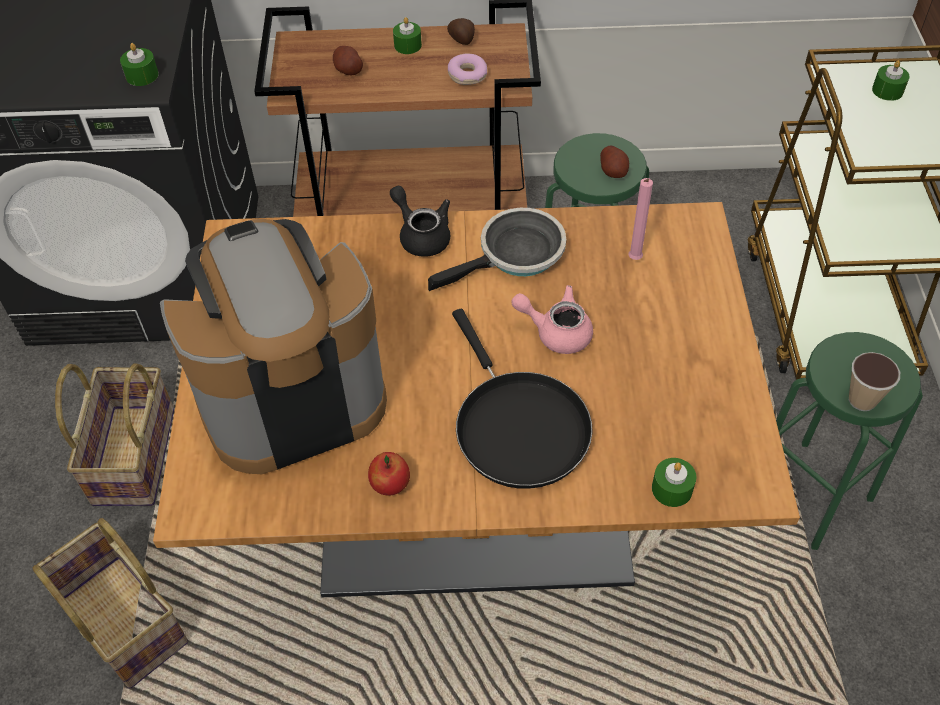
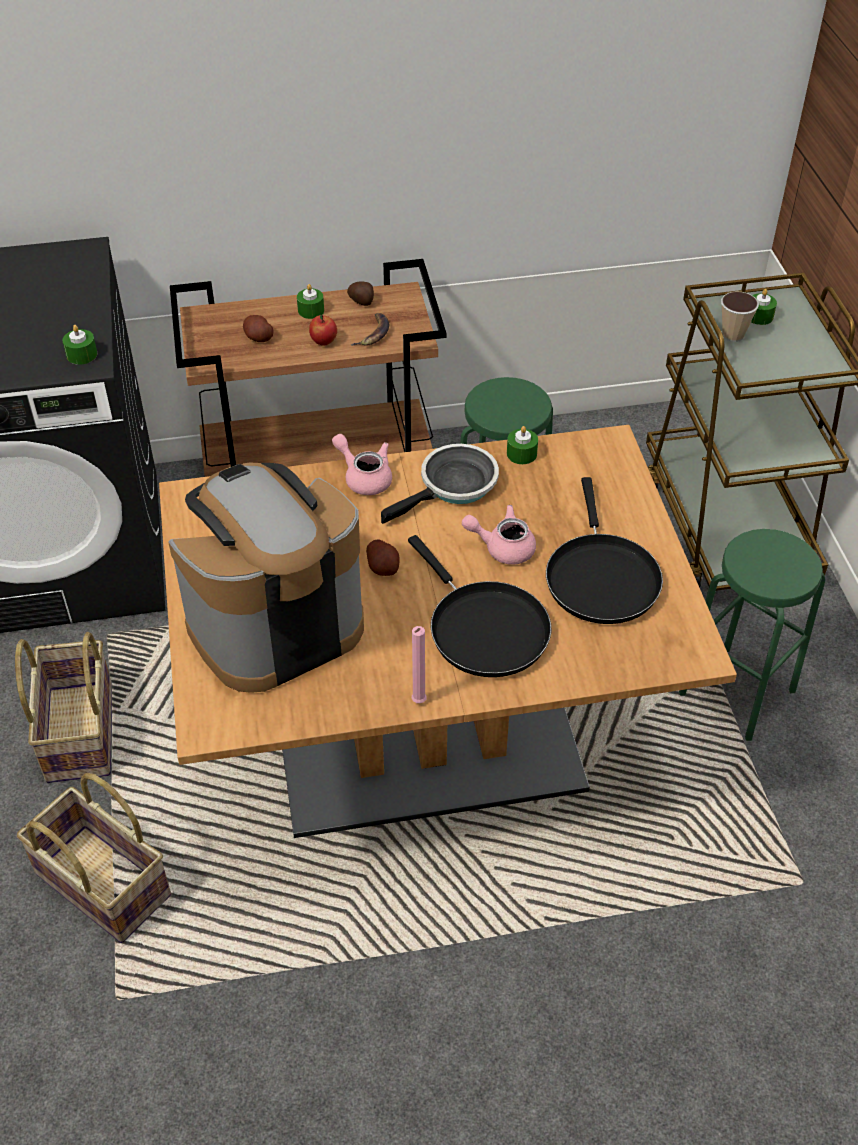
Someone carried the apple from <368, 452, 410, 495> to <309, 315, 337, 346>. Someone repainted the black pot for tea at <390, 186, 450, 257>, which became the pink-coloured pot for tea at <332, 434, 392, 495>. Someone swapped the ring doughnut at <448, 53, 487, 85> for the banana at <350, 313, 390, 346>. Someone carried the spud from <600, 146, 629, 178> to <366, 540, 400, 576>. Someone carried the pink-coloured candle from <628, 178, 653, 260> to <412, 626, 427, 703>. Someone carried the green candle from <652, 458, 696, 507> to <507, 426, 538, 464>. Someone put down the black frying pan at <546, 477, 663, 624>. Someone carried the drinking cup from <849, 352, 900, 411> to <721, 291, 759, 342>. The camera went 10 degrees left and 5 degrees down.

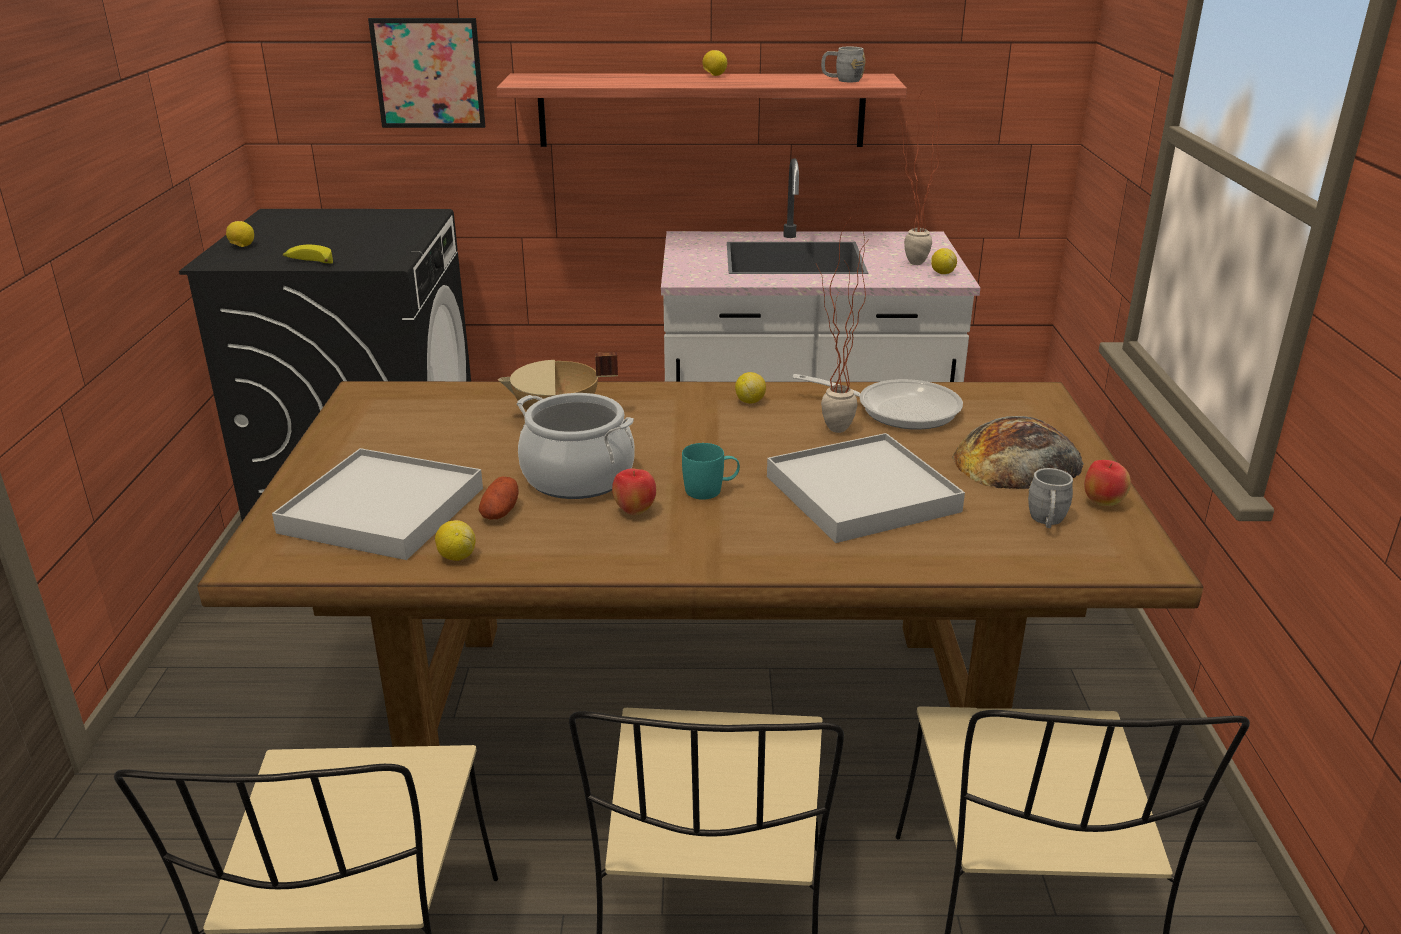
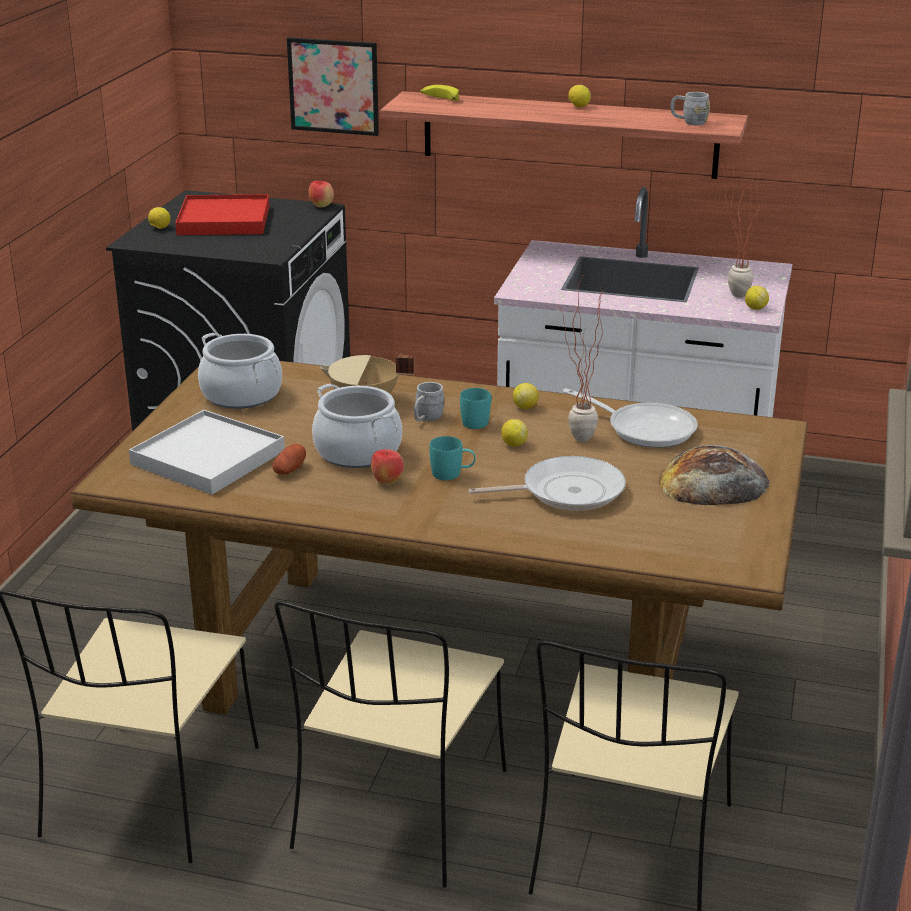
Someone put down the red-coloured tray at <175, 194, 270, 235>. Someone put down the cooking pot at <198, 333, 282, 409>. Someone carried the apple from <1084, 460, 1131, 506> to <309, 181, 334, 207>. Someone carried the greyish mug from <1028, 468, 1073, 528> to <414, 382, 445, 422>. Someone carried the banana from <283, 245, 333, 264> to <420, 85, 459, 101>. Someone put down the blue-green mug at <460, 388, 492, 429>. Someone swapped the white-coloured tray at <767, 433, 965, 543> for the frying pan at <469, 456, 626, 511>. Someone carried the citrus fruit from <435, 520, 476, 561> to <501, 419, 528, 447>. The camera went 15 degrees right and 0 degrees up.

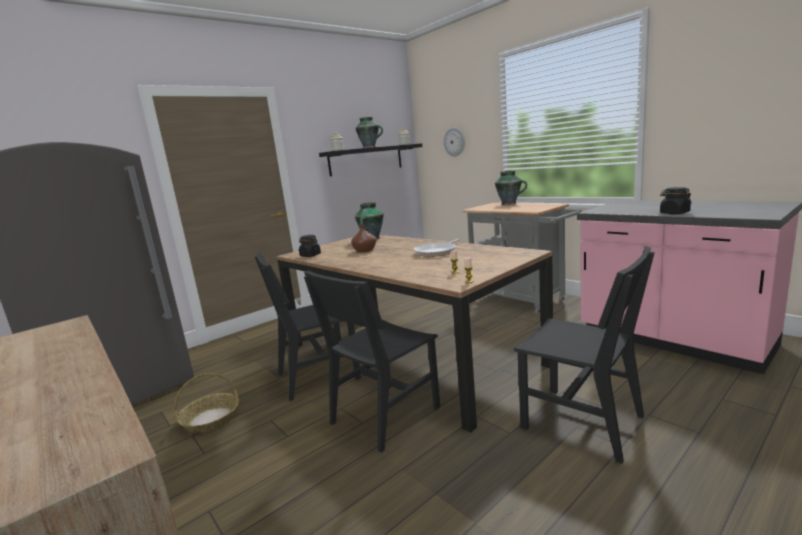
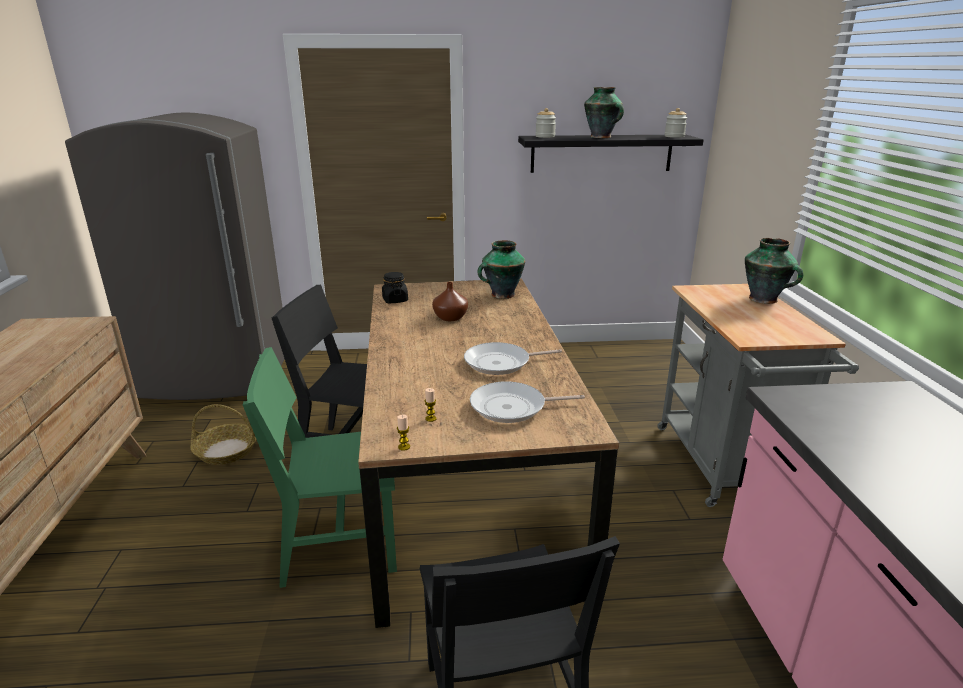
Someone repainted the black plain chair at <304, 271, 440, 453>, which became the green plain chair at <242, 347, 397, 588>. Someone put down the frying pan at <470, 381, 585, 423>. Someone took away the clock on the wall at <444, 128, 465, 157>. Someone took away the black jar at <660, 187, 691, 214>. The camera went 35 degrees right and 10 degrees up.

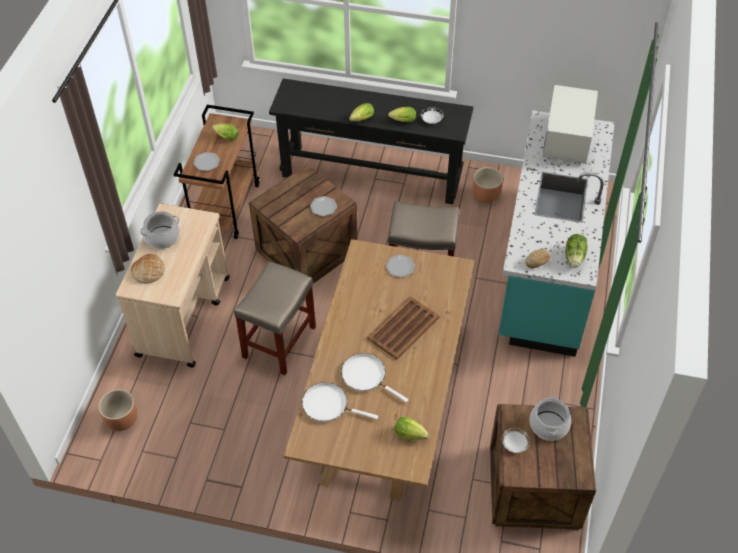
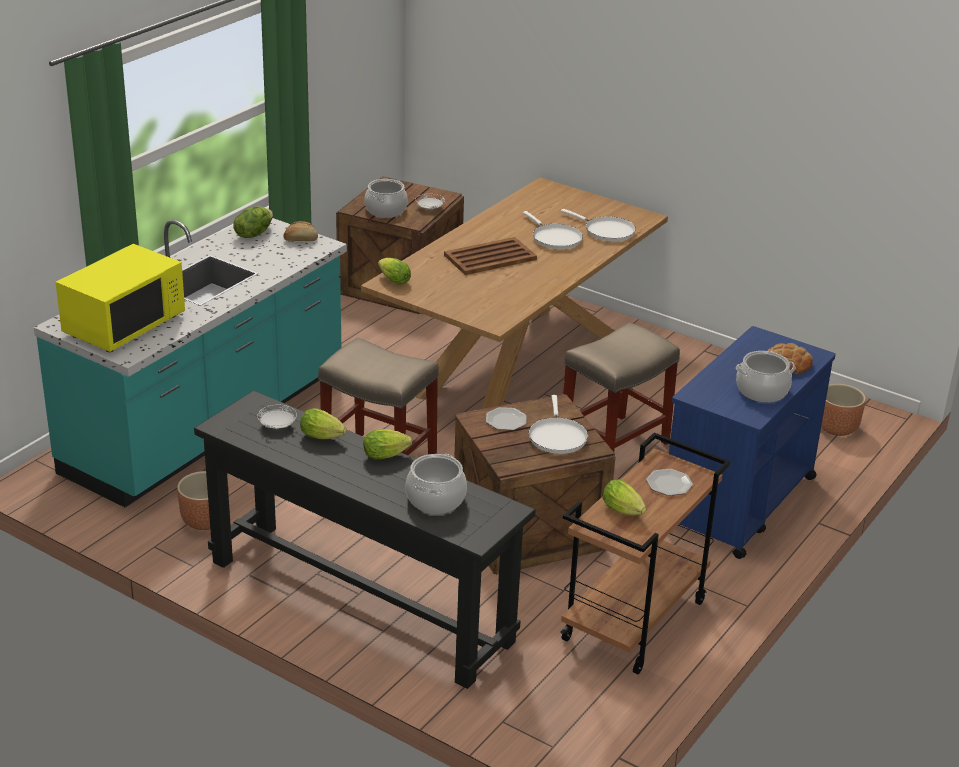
Someone repainted the white-coloured kitchen microwave at <542, 85, 598, 164>, which became the yellow-coloured kitchen microwave at <55, 244, 185, 352>. Someone carried the head of lettuce from <395, 417, 429, 440> to <378, 258, 411, 285>. Someone put down the cooking pot at <405, 454, 467, 514>. Someone put down the white-coloured frying pan at <528, 395, 588, 454>. Someone repainted the sand-coloured cart at <116, 203, 230, 368>, which became the bluish cart at <669, 326, 836, 559>. Someone took away the dinner plate at <386, 255, 415, 278>. The camera went 160 degrees left and 20 degrees down.

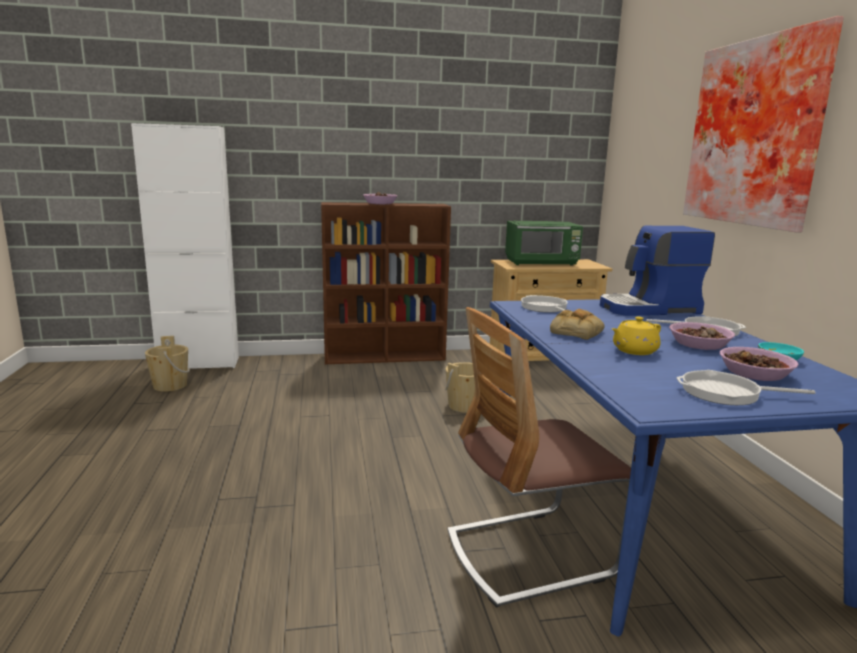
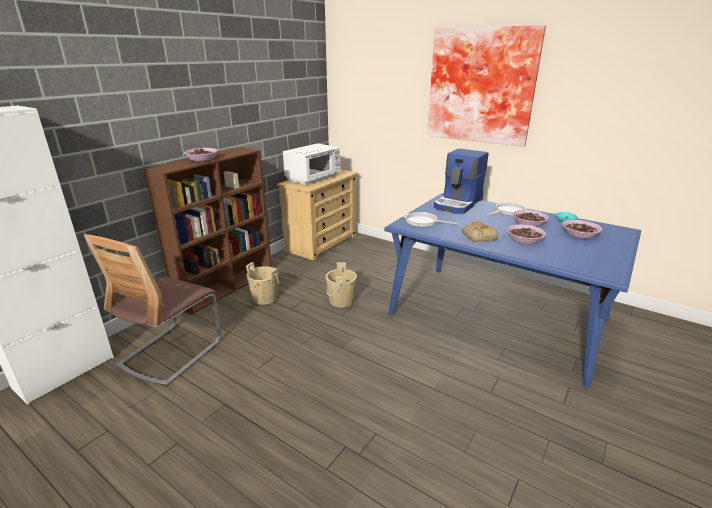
Someone carried the plain chair from <447, 307, 631, 608> to <84, 234, 221, 386>. Someone carried the sand-coloured water bucket from <145, 336, 190, 392> to <246, 262, 279, 305>. Someone repainted the green kitchen microwave at <505, 221, 583, 266>, which became the white-coloured kitchen microwave at <283, 143, 340, 185>. Someone swapped the yellow-coloured pot for tea at <612, 316, 661, 355> for the bowl at <507, 224, 546, 244>. Someone took away the frying pan at <677, 370, 815, 405>. The camera went 45 degrees left and 10 degrees up.

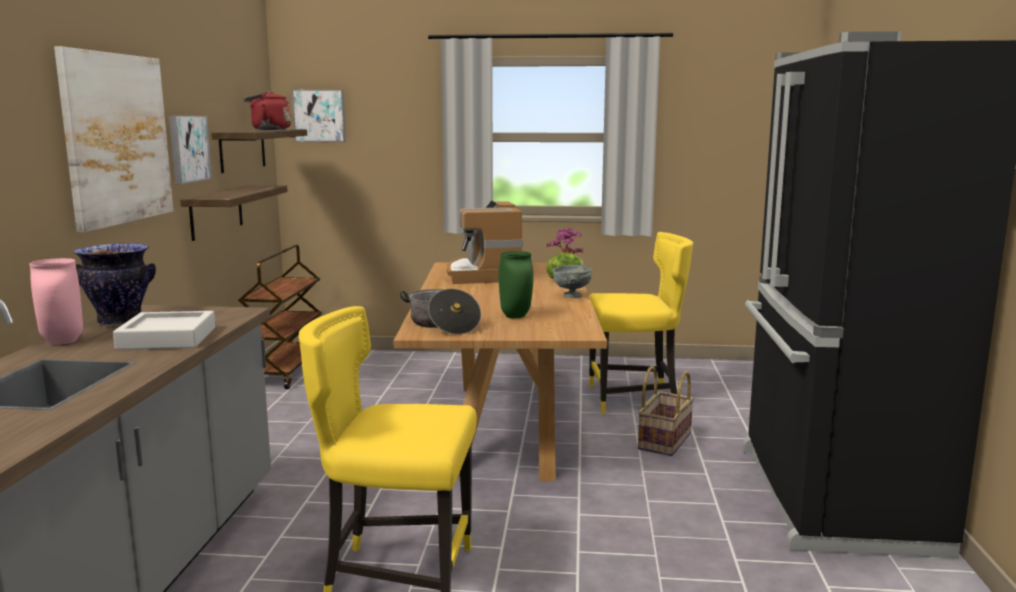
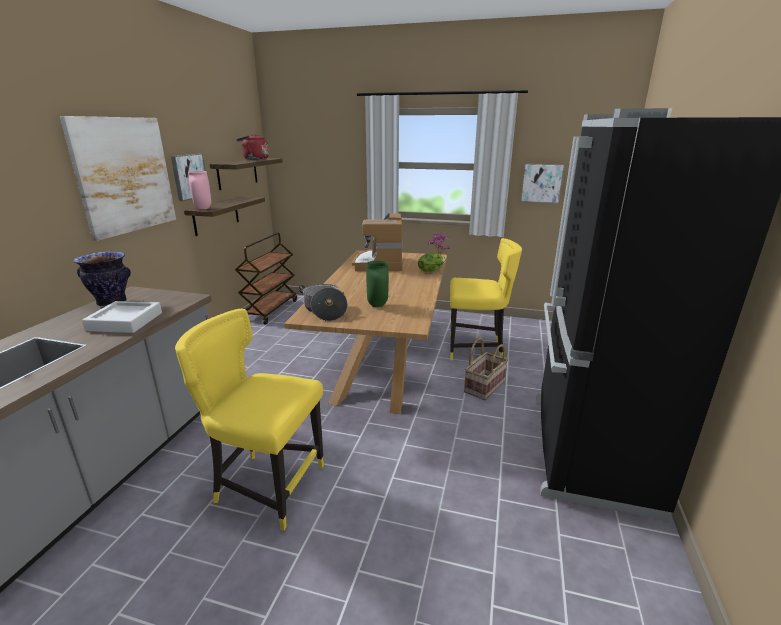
Someone carried the pink-coloured decorative vase from <29, 258, 83, 345> to <188, 171, 211, 209>. Someone carried the picture from <292, 89, 346, 142> to <521, 163, 565, 204>. Someone took away the greyish bowl at <553, 265, 592, 298>. The camera went 10 degrees right and 10 degrees up.

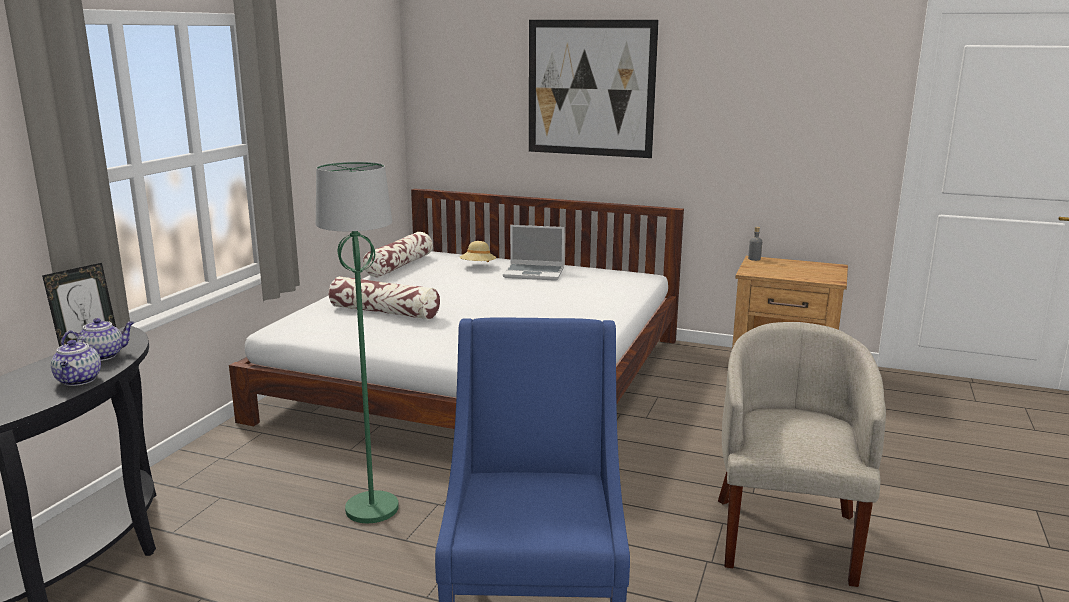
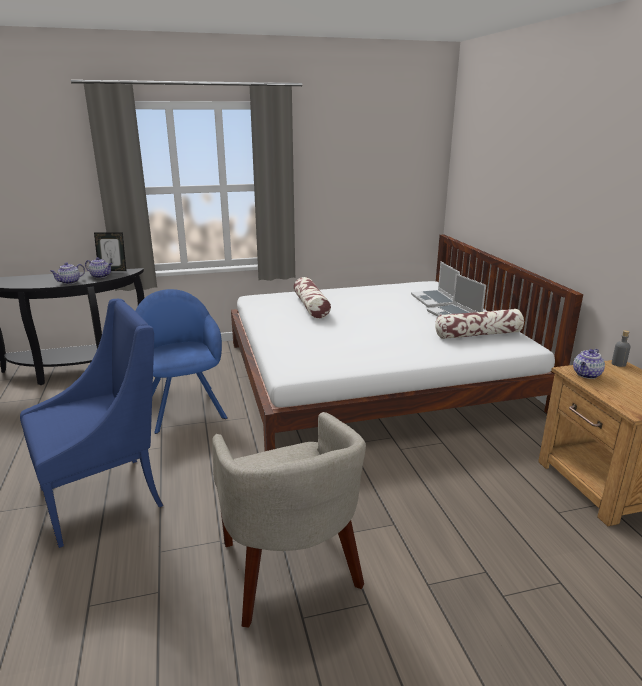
Someone swapped the green floor lamp at <316, 162, 399, 523> for the bluish easy chair at <136, 289, 228, 434>. Someone rotated the sand-coloured easy chair at <718, 322, 886, 587> by 90 degrees clockwise. Someone swapped the sand-coloured hat at <459, 241, 496, 262> for the notebook computer at <411, 261, 460, 307>. Someone carried the cushion from <363, 232, 433, 277> to <435, 309, 524, 339>. Someone put down the pot for tea at <573, 349, 605, 379>. Someone took away the picture at <529, 20, 659, 158>. The camera went 55 degrees right and 5 degrees up.

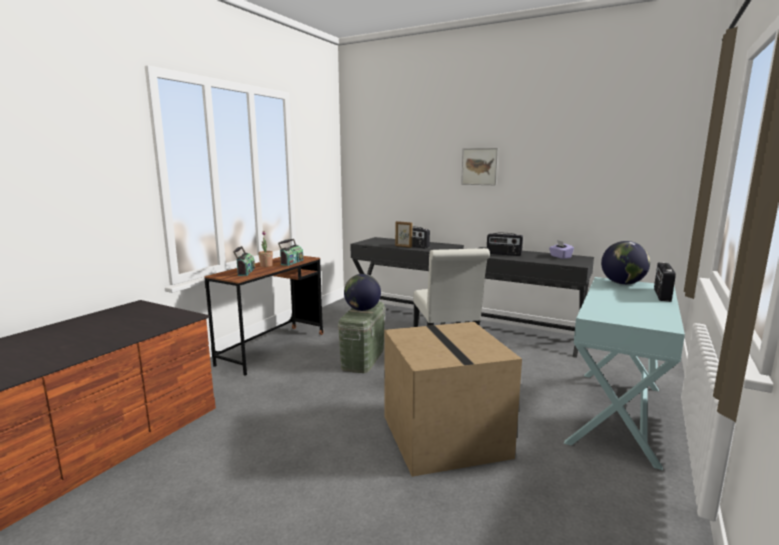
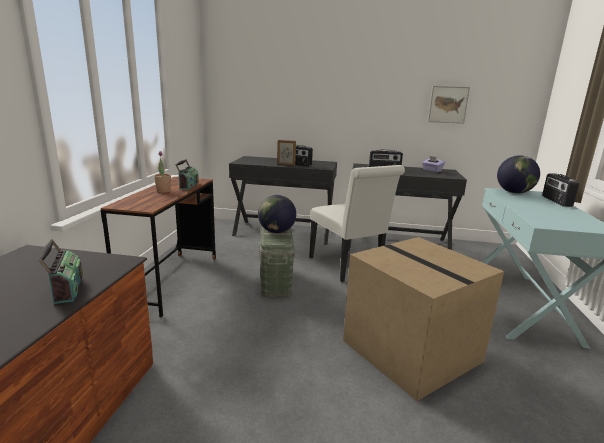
Someone carried the radio set from <233, 246, 255, 276> to <39, 239, 83, 304>. Someone carried the picture from <461, 148, 498, 185> to <428, 86, 470, 124>. The camera went 20 degrees left and 5 degrees up.

